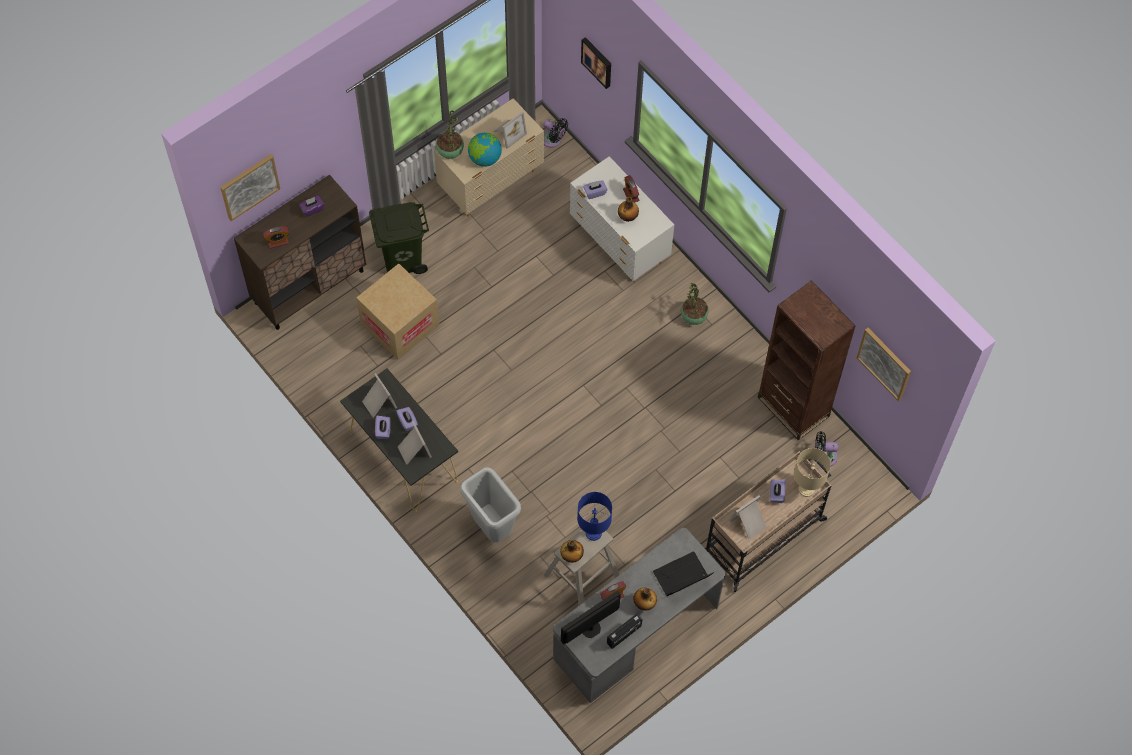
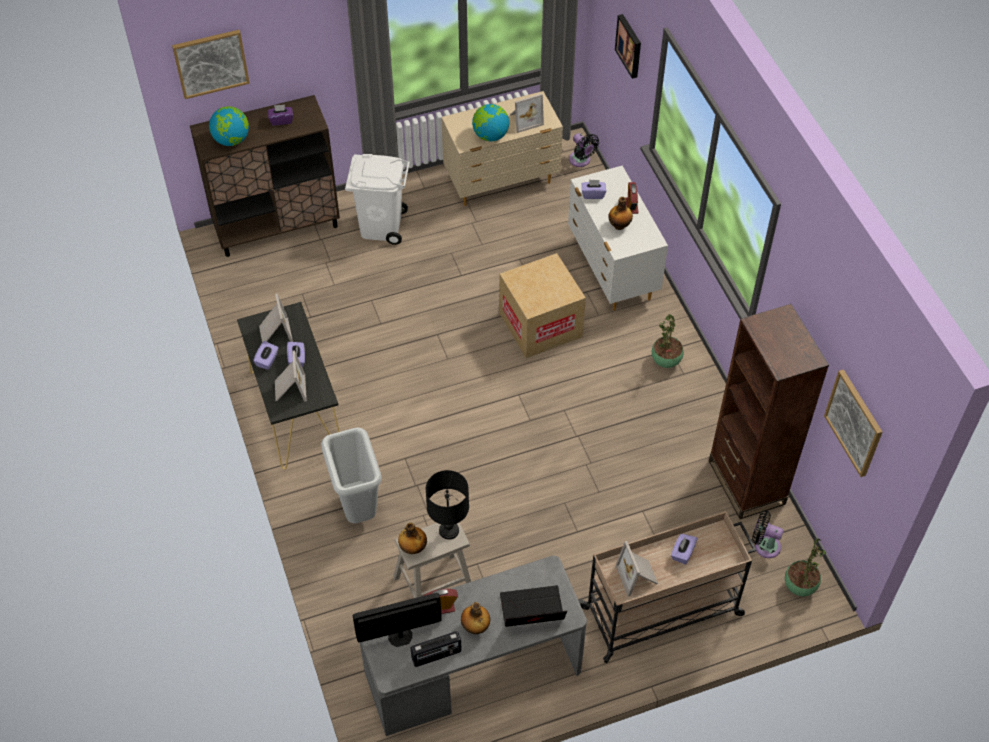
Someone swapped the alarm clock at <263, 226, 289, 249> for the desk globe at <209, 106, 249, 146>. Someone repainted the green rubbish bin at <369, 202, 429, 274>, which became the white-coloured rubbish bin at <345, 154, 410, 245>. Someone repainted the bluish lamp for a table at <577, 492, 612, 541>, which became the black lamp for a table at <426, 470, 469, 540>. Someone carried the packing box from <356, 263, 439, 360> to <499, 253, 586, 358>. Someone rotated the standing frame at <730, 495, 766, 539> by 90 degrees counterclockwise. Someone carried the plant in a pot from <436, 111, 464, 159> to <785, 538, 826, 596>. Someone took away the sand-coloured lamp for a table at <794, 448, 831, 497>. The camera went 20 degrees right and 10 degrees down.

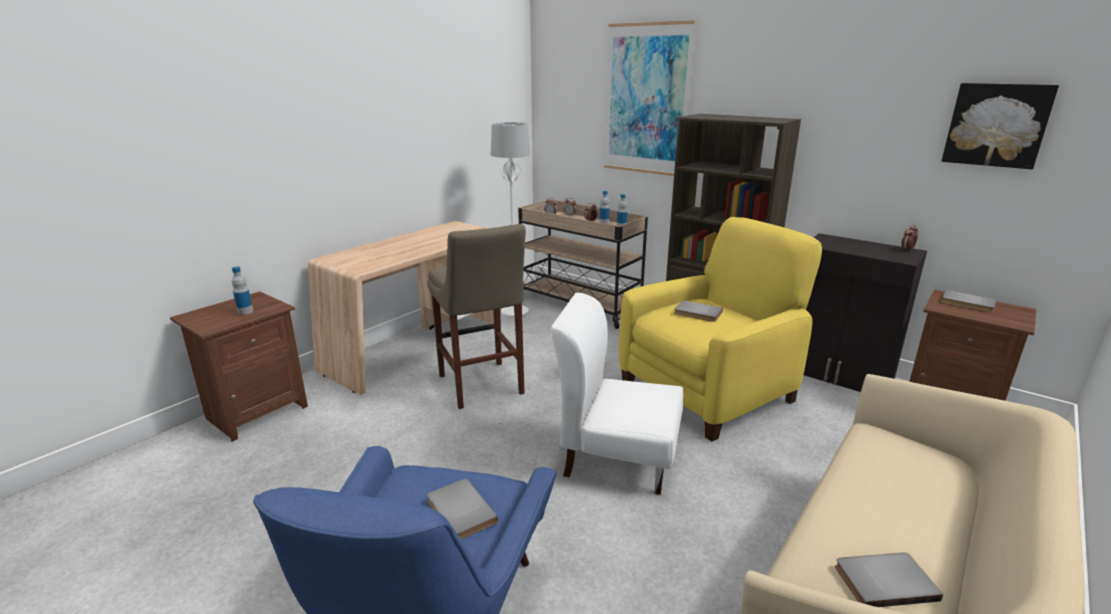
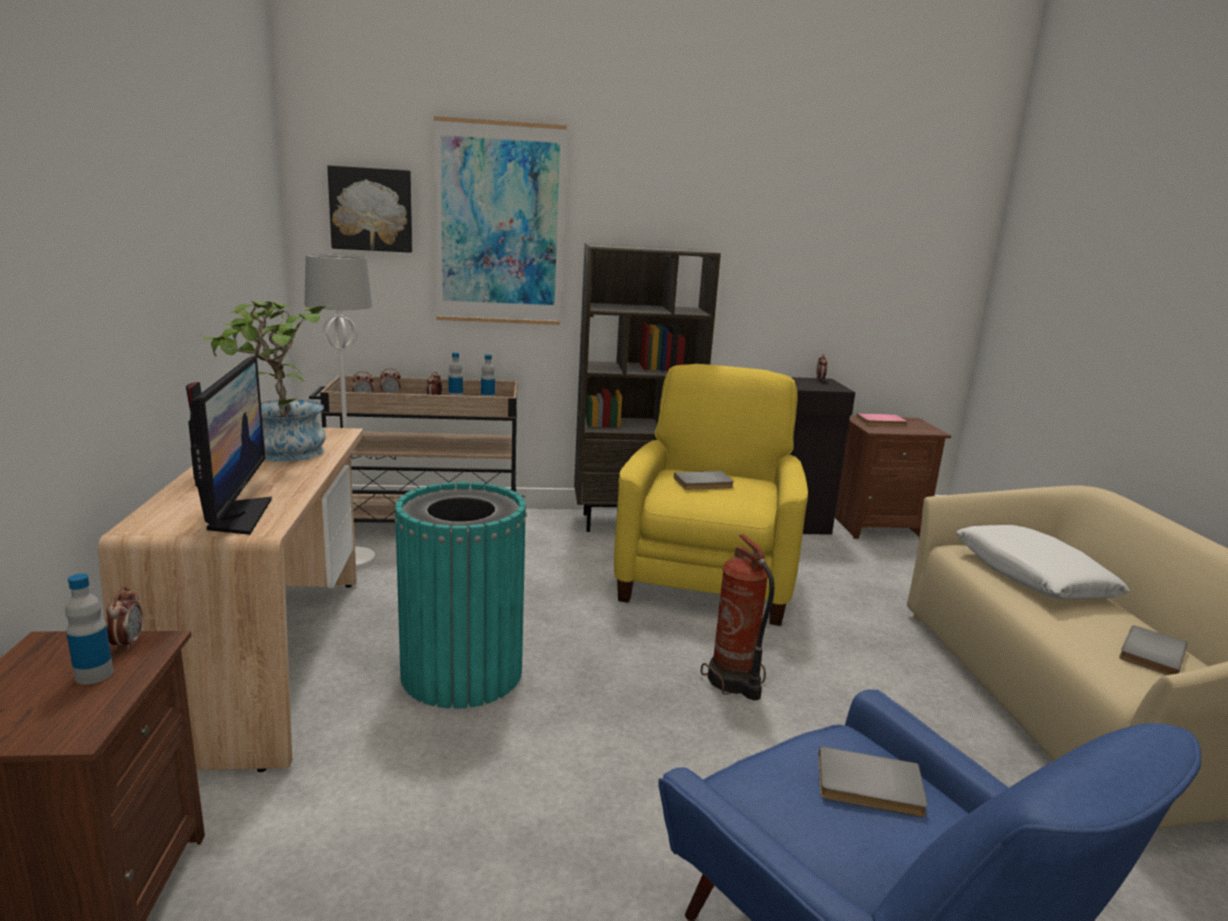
Someone put down the alarm clock at <106, 587, 143, 651>. Someone put down the computer screen at <186, 356, 272, 535>. Someone put down the plant in a pot at <202, 301, 332, 462>. Someone carried the picture from <942, 83, 1059, 169> to <327, 165, 412, 253>. Someone swapped the sand-coloured stool seat at <427, 224, 526, 409> for the blue-green rubbish bin at <394, 482, 527, 709>. Someone swapped the white-coloured plain chair at <551, 292, 683, 495> for the extinguisher at <700, 534, 774, 700>. Someone repainted the greyish volume at <941, 290, 997, 313>, which became the pink-coloured volume at <856, 413, 907, 427>. Someone put down the white-coloured cushion at <956, 525, 1130, 599>. The camera went 45 degrees left and 5 degrees down.

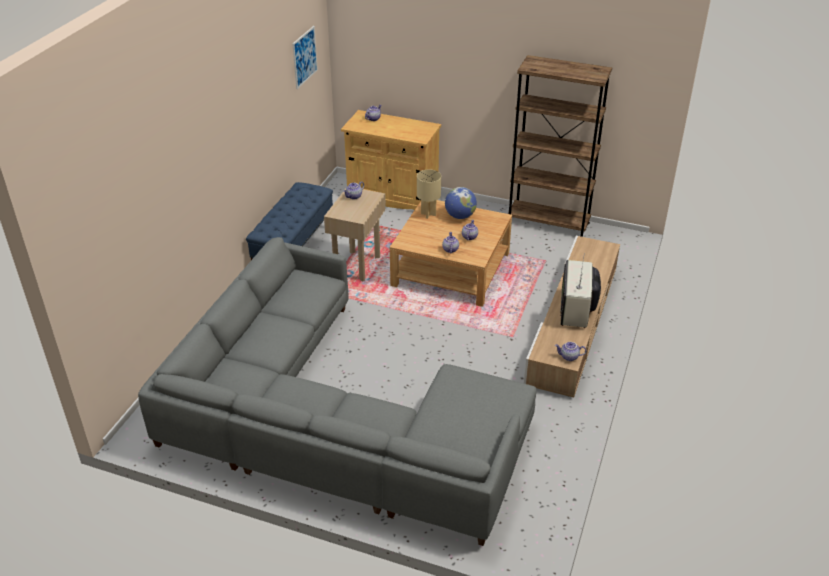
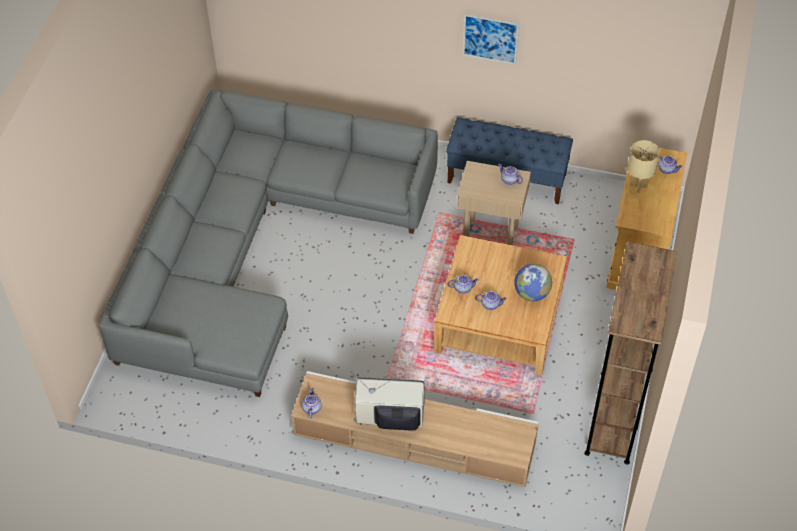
Someone carried the picture from <292, 26, 318, 89> to <463, 14, 519, 65>. Someone carried the sand-coloured lamp for a table from <417, 170, 441, 219> to <628, 140, 660, 193>. The camera went 85 degrees right and 15 degrees up.

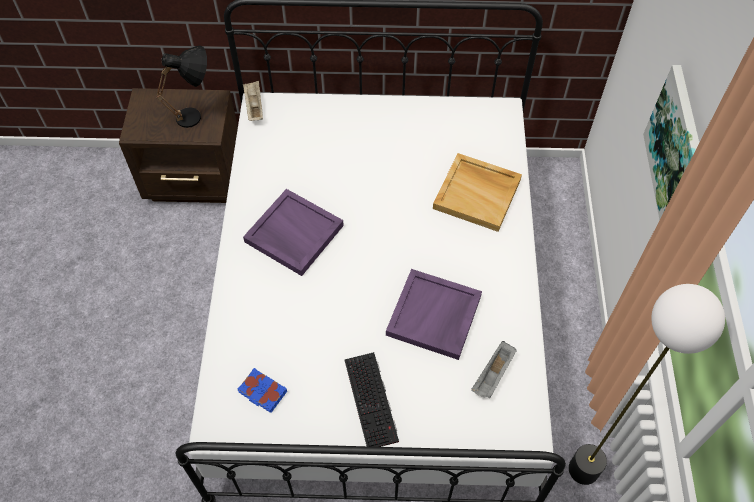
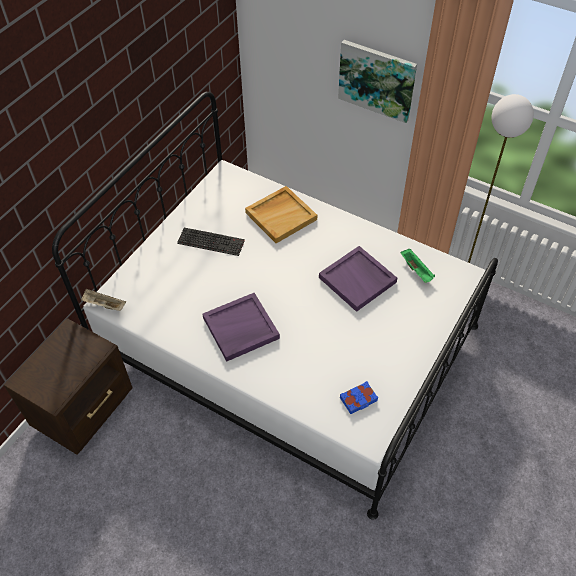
Someone carried the keyboard from <344, 352, 399, 447> to <177, 228, 245, 256>. Someone repainted the greyish tray at <471, 341, 517, 399>, which became the green tray at <400, 249, 435, 283>. Someone took away the black lamp for a table at <156, 46, 207, 128>. The camera went 60 degrees left and 5 degrees down.

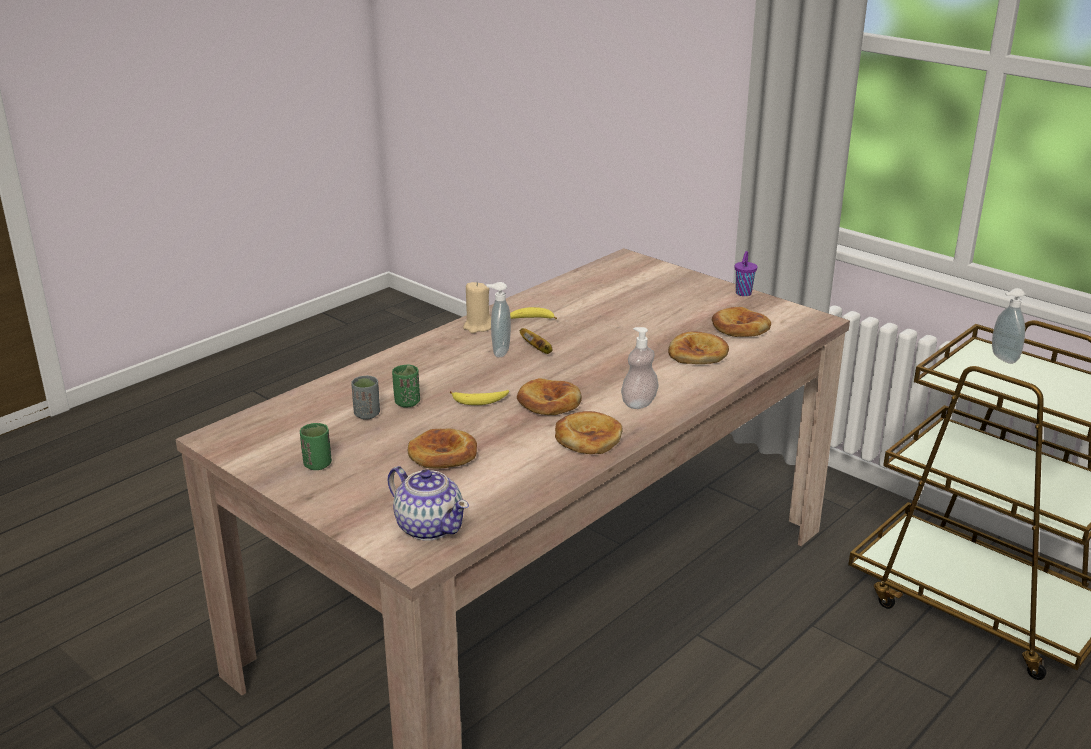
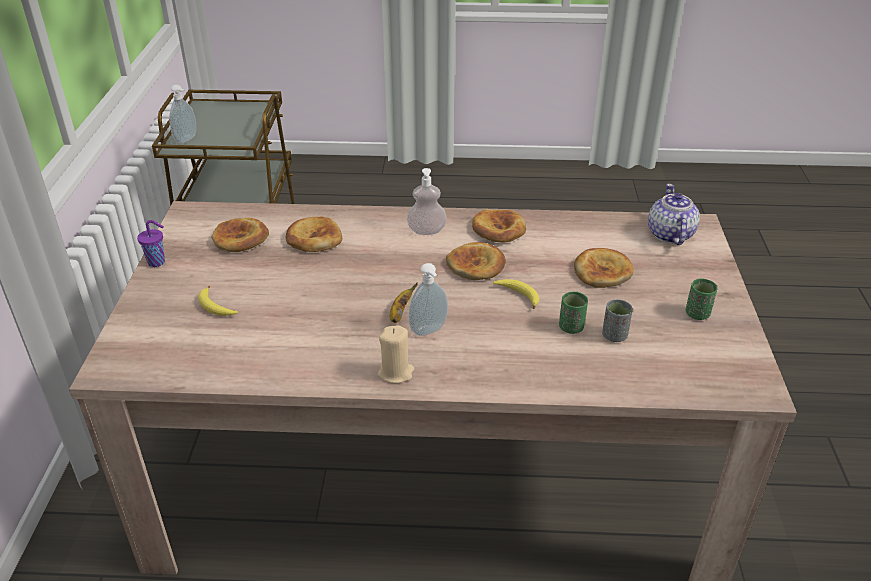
Someone carried the banana from <510, 307, 557, 319> to <198, 286, 238, 316>. The camera went 130 degrees left and 10 degrees up.

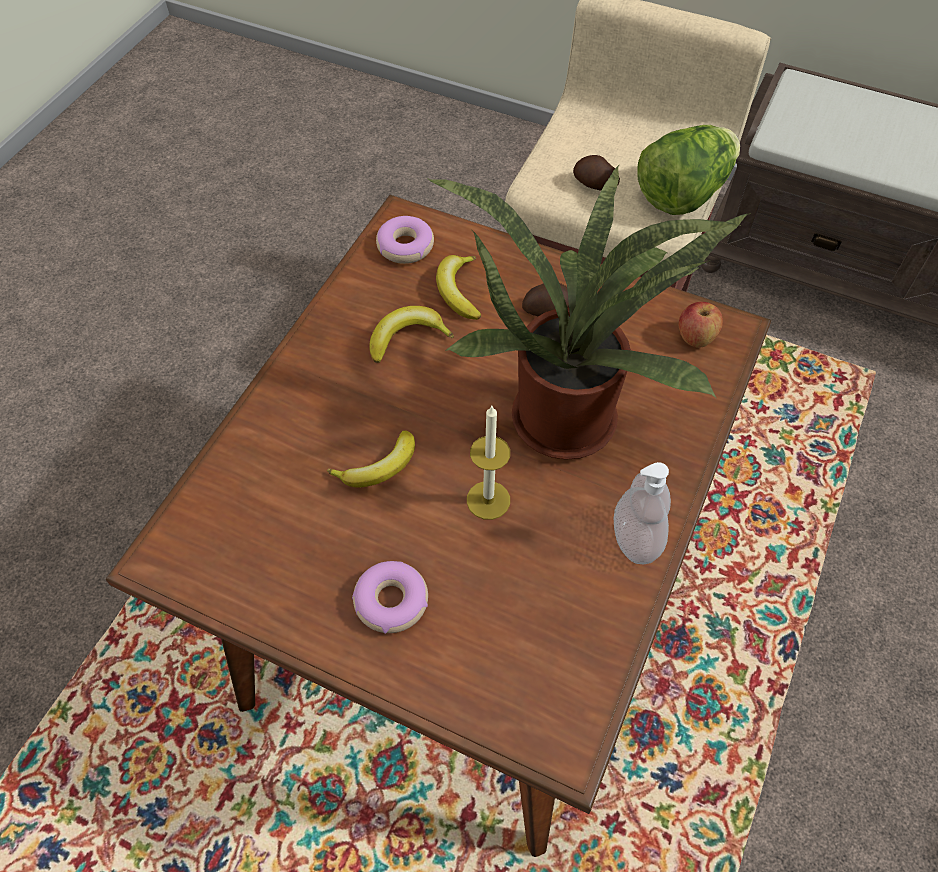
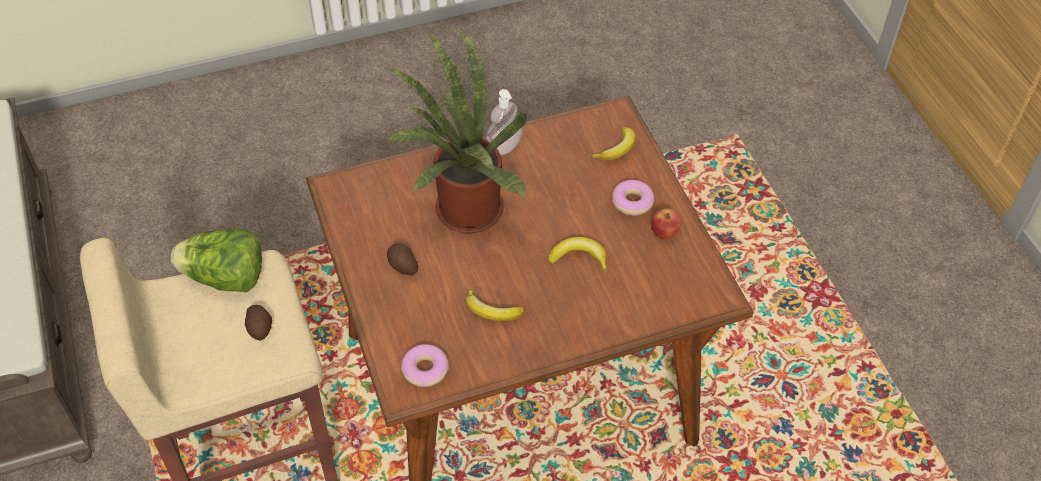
Someone carried the banana from <436, 255, 481, 320> to <589, 127, 635, 160>. Someone carried the apple from <679, 302, 723, 348> to <651, 209, 682, 240>. Someone took away the candle at <467, 406, 510, 520>. The camera went 135 degrees left and 5 degrees down.

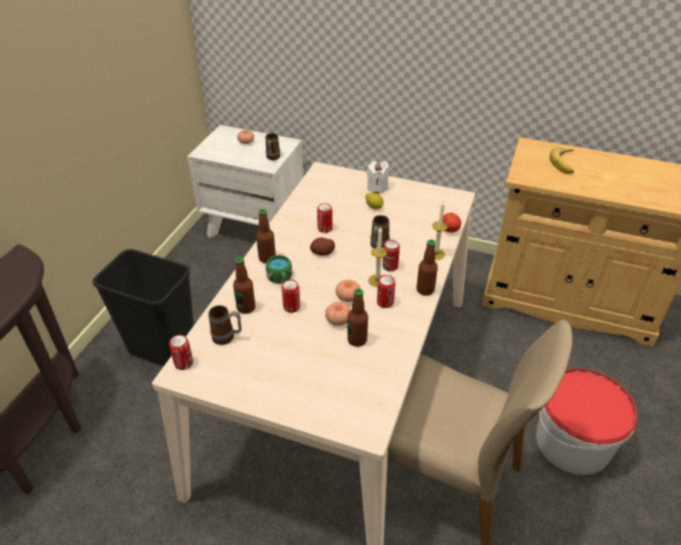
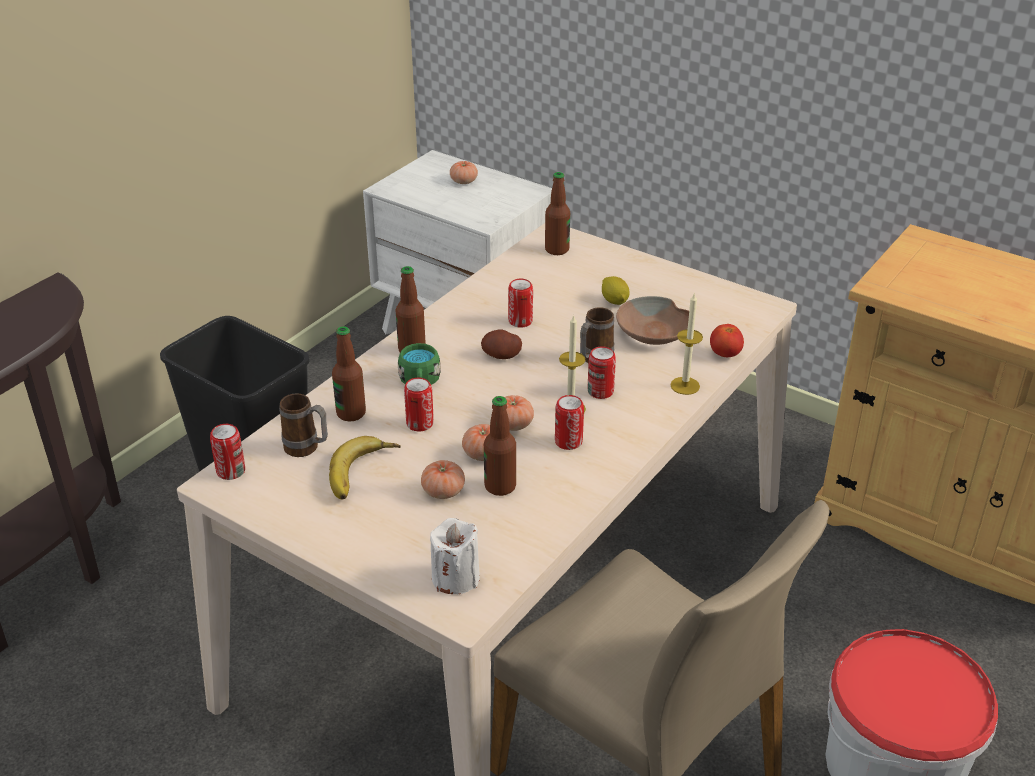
Someone carried the banana from <550, 148, 574, 174> to <329, 436, 401, 499>. Someone put down the fresh tomato at <421, 460, 465, 499>. Someone carried the white-coloured candle from <367, 161, 389, 194> to <430, 518, 480, 594>. Someone carried the beverage bottle from <416, 239, 438, 296> to <545, 172, 570, 255>. Someone put down the brown-coloured bowl at <616, 296, 689, 345>. Someone took away the mug at <265, 133, 280, 160>. The camera went 15 degrees right and 5 degrees down.

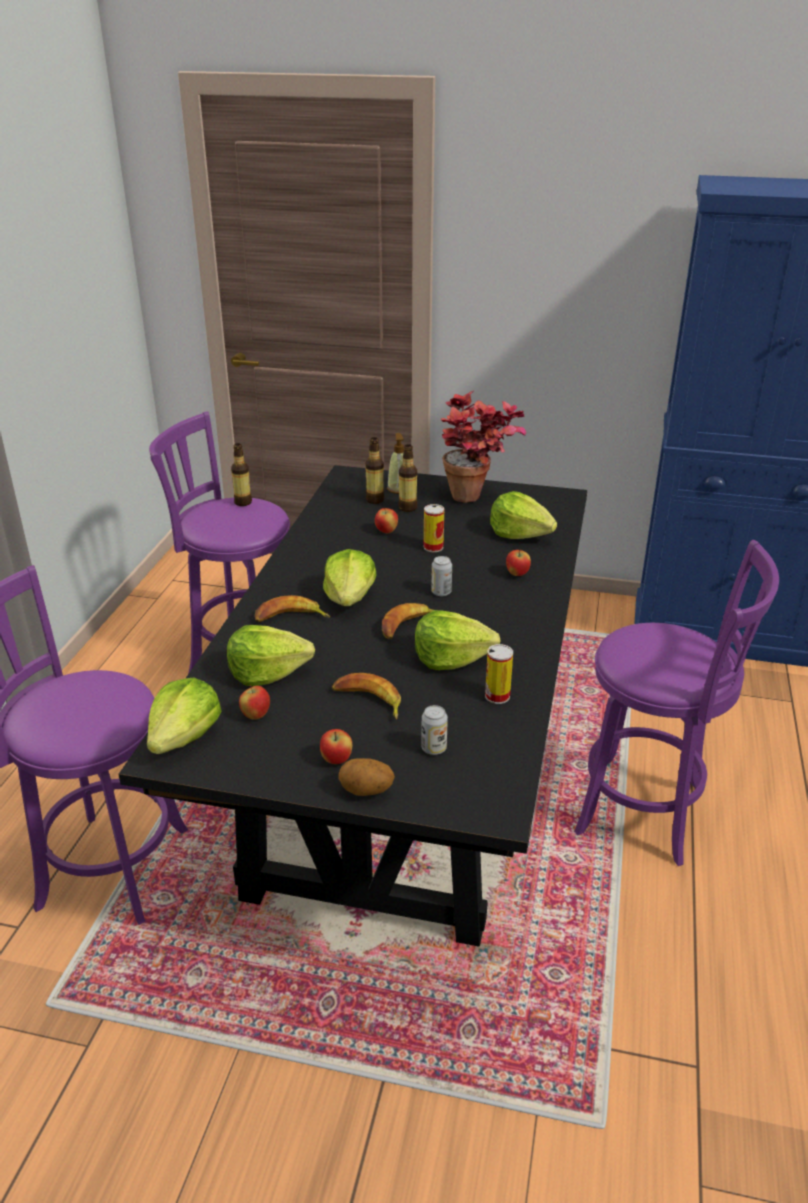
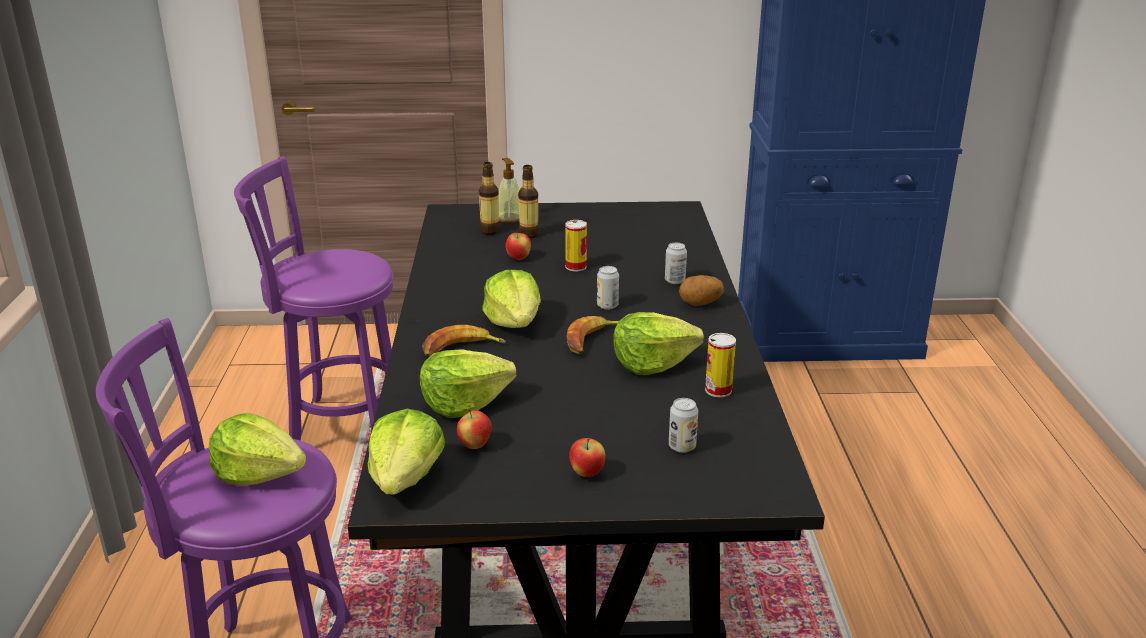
Someone carried the head of lettuce from <490, 491, 557, 539> to <209, 413, 306, 486>. Someone swapped the apple at <506, 549, 531, 576> for the sealed can at <665, 243, 687, 284>. Someone carried the spud from <338, 758, 395, 796> to <679, 275, 724, 306>. Someone took away the beverage bottle at <231, 443, 252, 506>. Someone took away the banana at <332, 673, 401, 720>. Someone took away the plant in a pot at <441, 391, 526, 503>. Someone took away the purple-coloured stool seat at <574, 540, 779, 866>. The camera went 15 degrees left and 5 degrees down.

